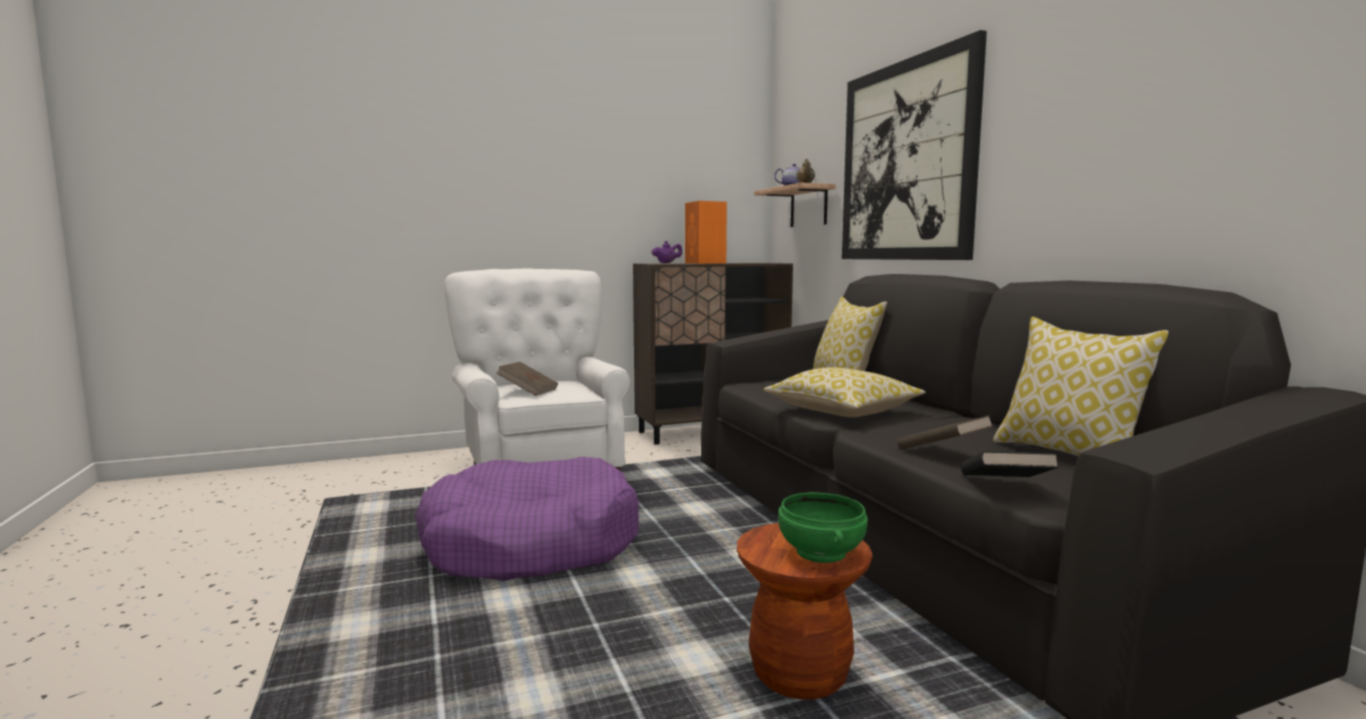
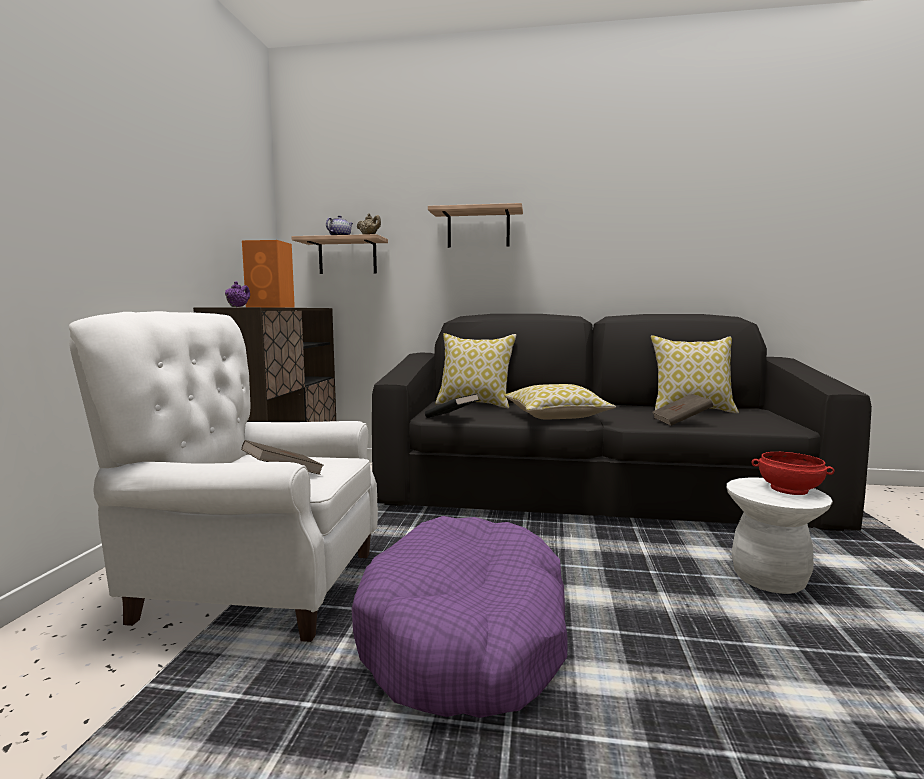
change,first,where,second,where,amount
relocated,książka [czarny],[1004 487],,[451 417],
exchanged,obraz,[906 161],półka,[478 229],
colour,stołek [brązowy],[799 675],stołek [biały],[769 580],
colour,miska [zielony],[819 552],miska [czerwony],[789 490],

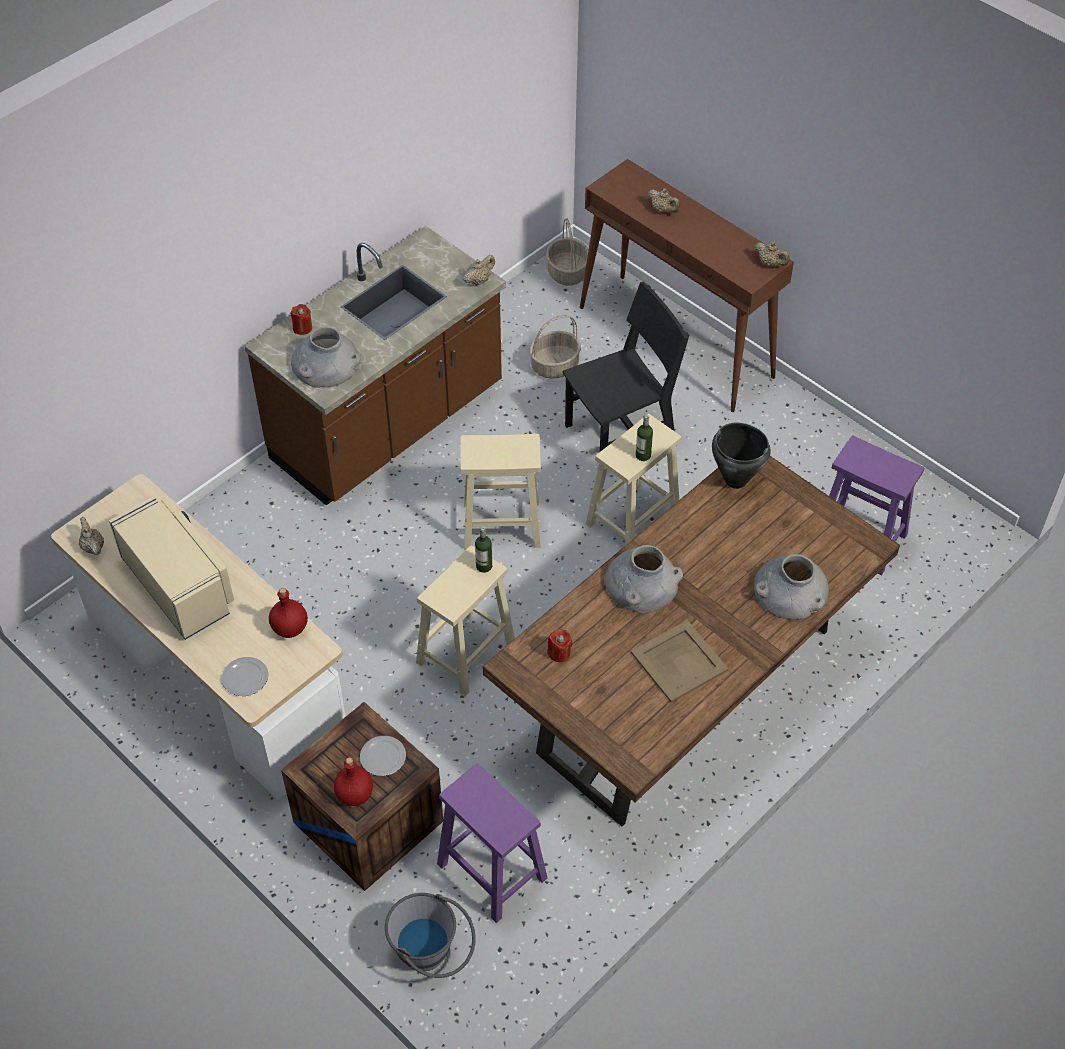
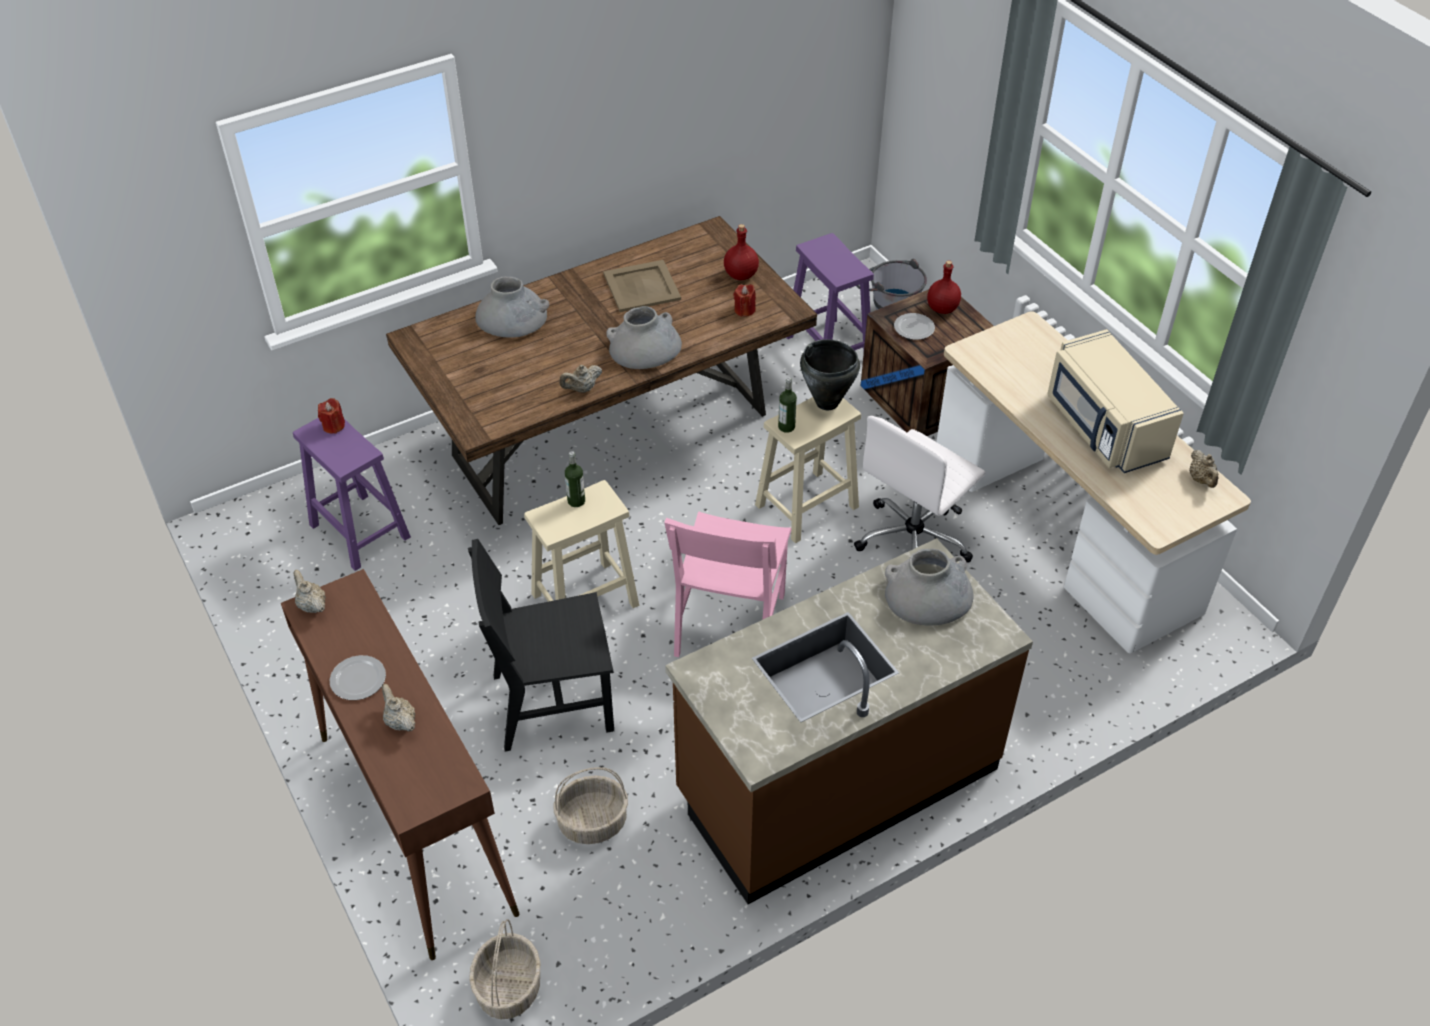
change,first,where,second,where,amount
relocated,świeca [czerwony],[302 328],,[333 426],
relocated,talerz,[246 678],,[358 678],
relocated,imbryk [beżowy],[479 280],,[582 389],
exchanged,stołek [beżowy],[503 524],krzesło [różowy],[730 624],
relocated,butelka [czerwony],[290 629],,[740 274],
relocated,garnek [czarny],[735 479],,[827 403],
appeared,,,krzesło biurowe [biały],[913 541],

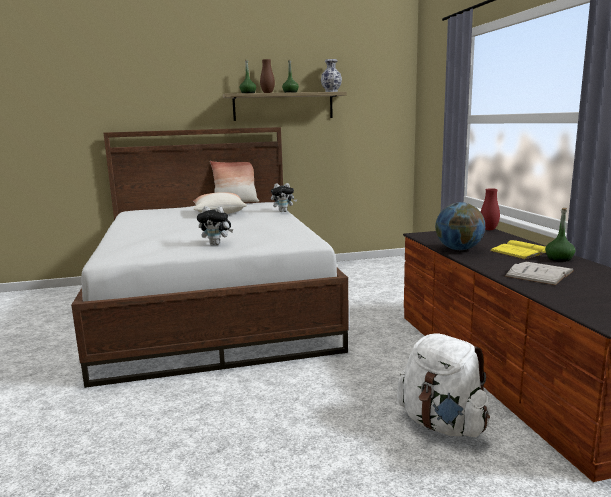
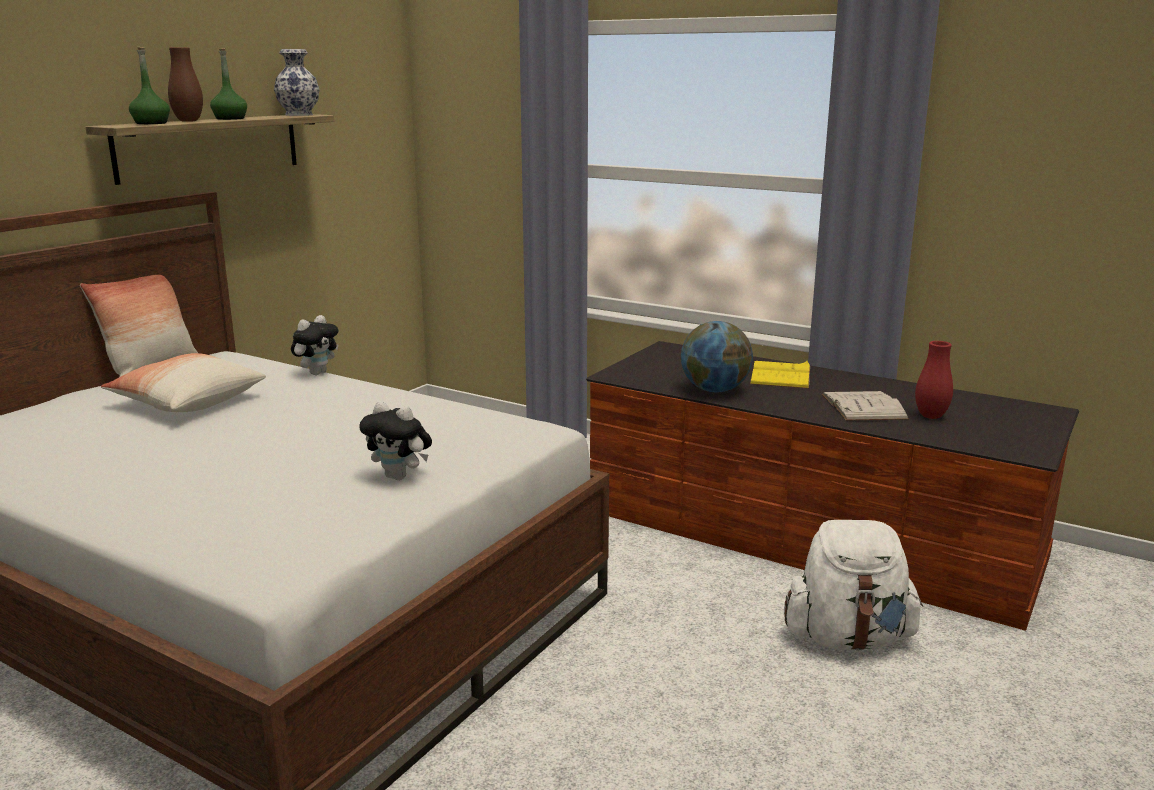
change,first,where,second,where,amount
spun,pluszak,[216 244],,[400 477],60 degrees clockwise
relocated,wazon [czerwony],[489 229],,[930 416],
missing,butelka [zielony],[559 259],,,

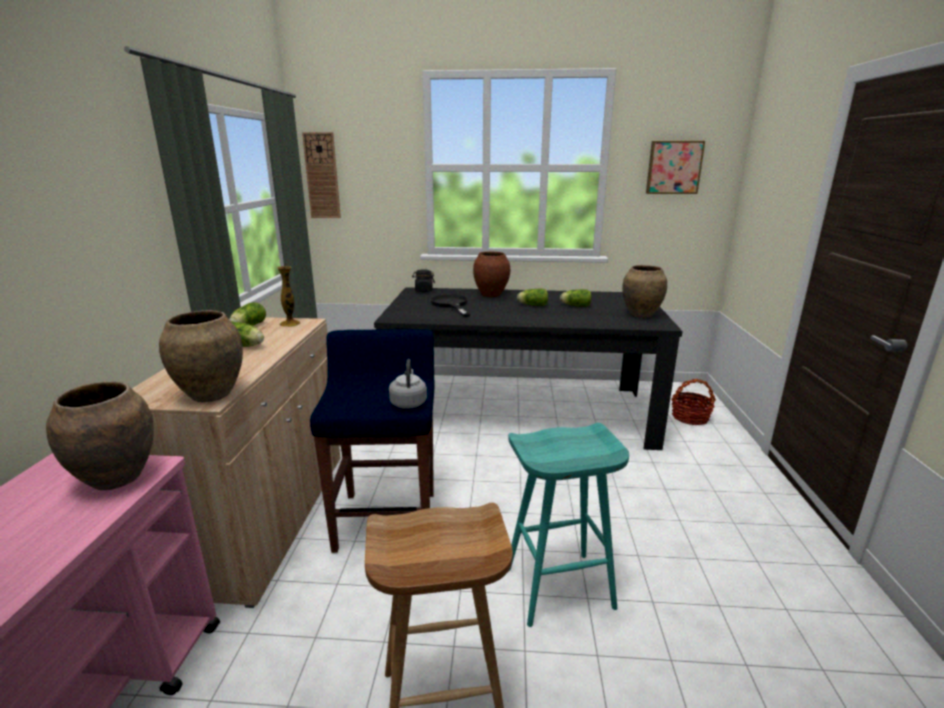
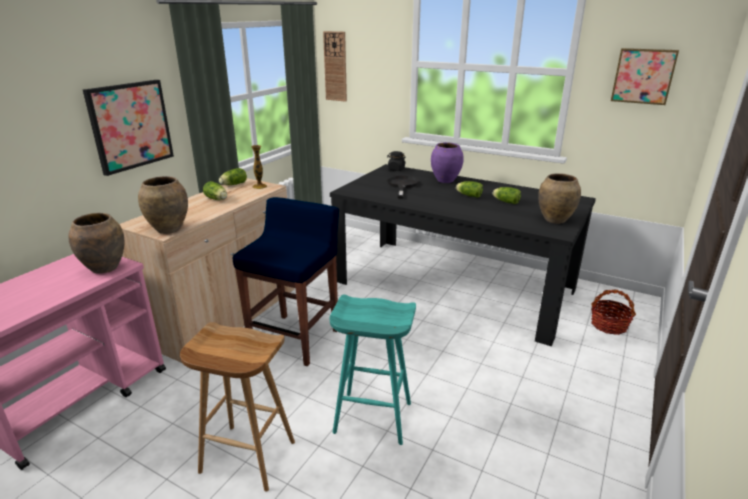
change,first,where,second,where,amount
appeared,,,obraz,[130 125],
colour,wazon [brązowy],[491 295],wazon [fioletowy],[445 180],
missing,czajnik [szary],[408 402],,,

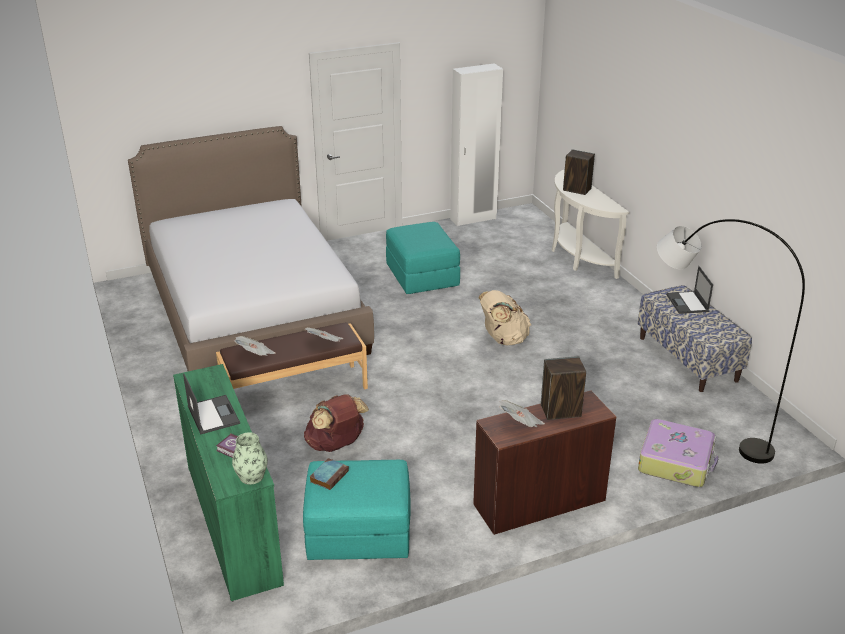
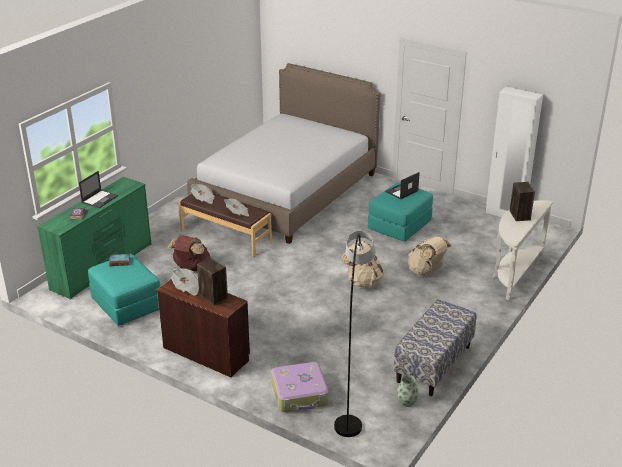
change,first,where,second,where,amount
relocated,laptop,[687 303],,[401 191],
relocated,wazon,[251 476],,[406 402],
appeared,,,plecak [beżowy],[426 271],

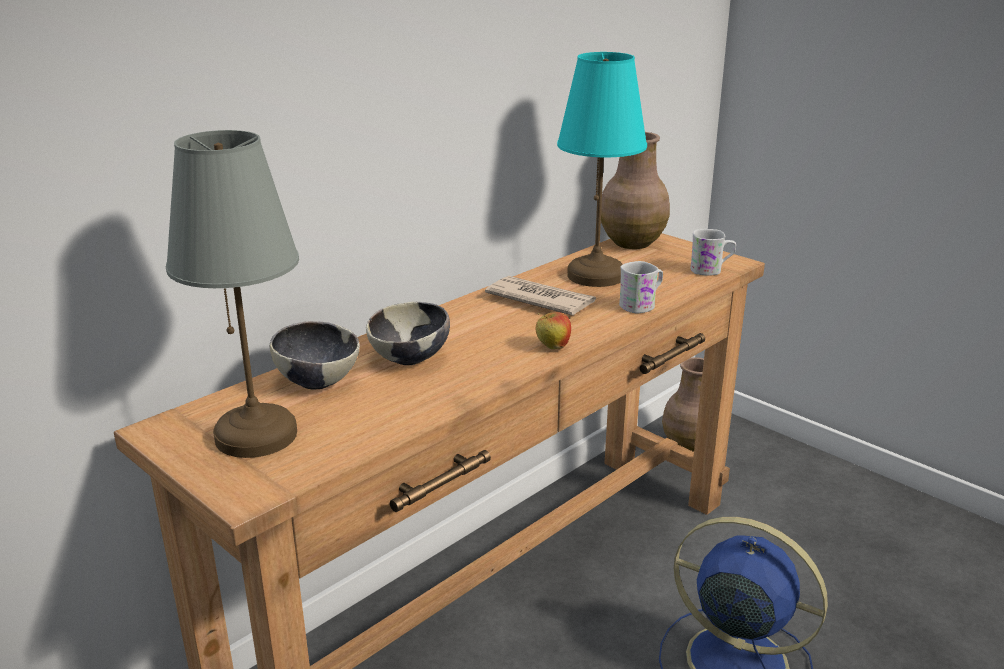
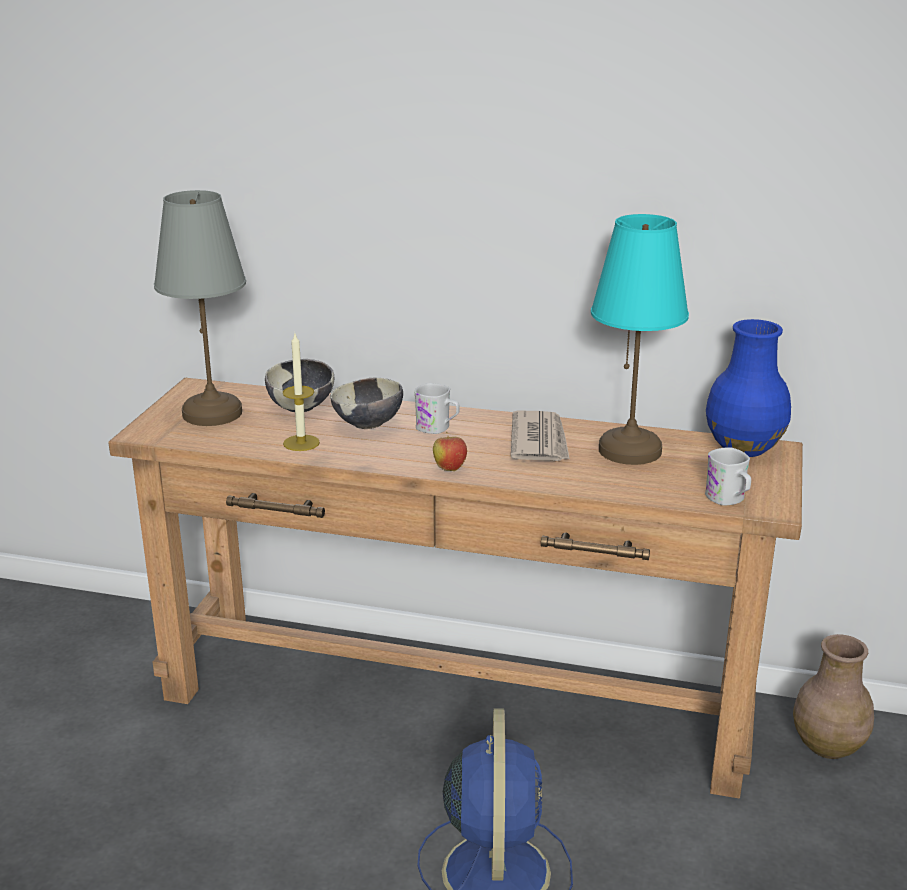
change,first,where,second,where,amount
appeared,,,świeca,[301 443],
relocated,kubek [biały],[641 305],,[438 428],
colour,wazon [brązowy],[632 242],wazon [niebieski],[744 447],

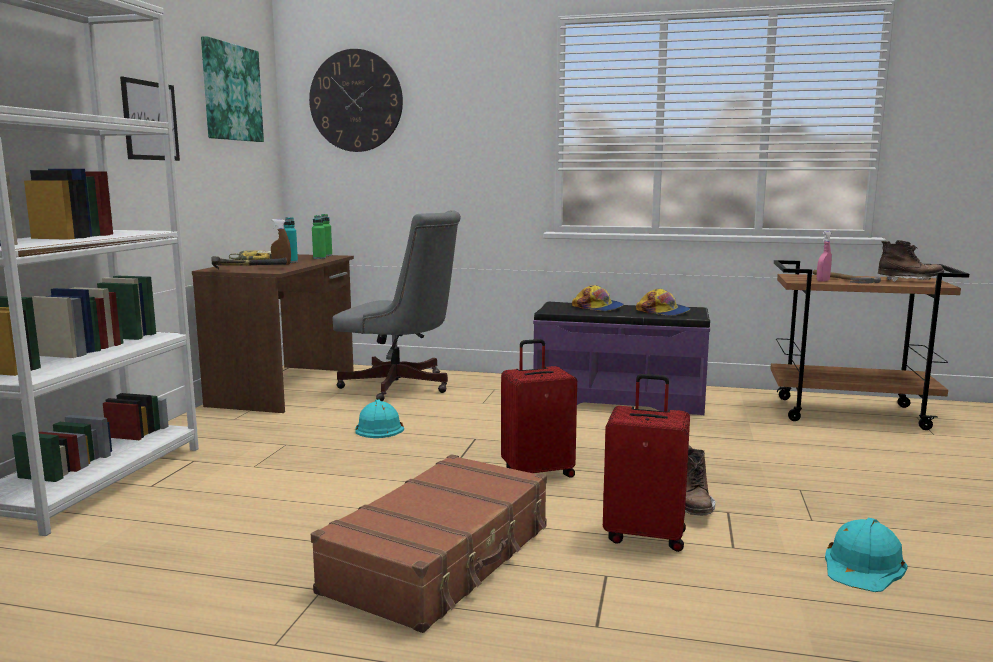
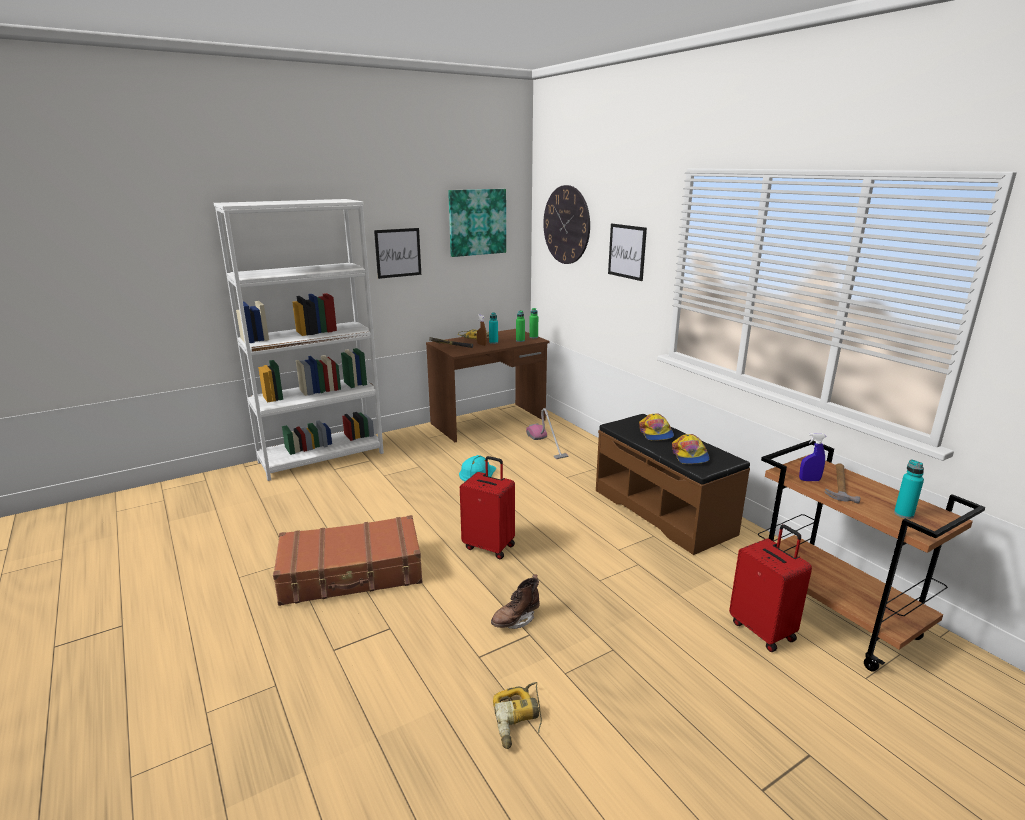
change,first,where,second,where,amount
exchanged,kask [turkusowy],[863 565],wiertarka,[519 720],
exchanged,krzesło biurowe [szary],[402 387],odkurzacz,[546 445],
colour,ławka [fioletowy],[619 398],ławka [brązowy],[663 511],
appeared,,,obraz,[627 251],
relocated,walizka [czerwony],[645 535],,[763 630],
colour,spryskiwacz [różowy],[823 281],spryskiwacz [niebieski],[809 480],
exchanged,but z cholewką [brązowy],[909 281],butelka [turkusowy],[903 514],

